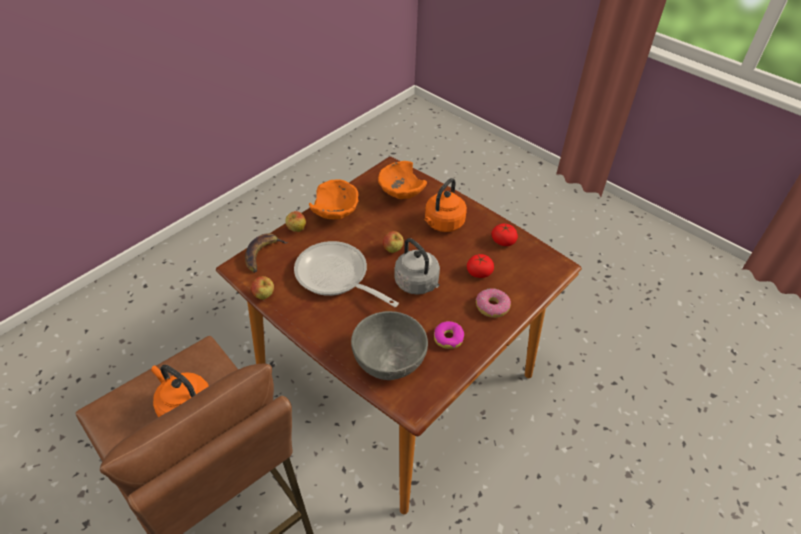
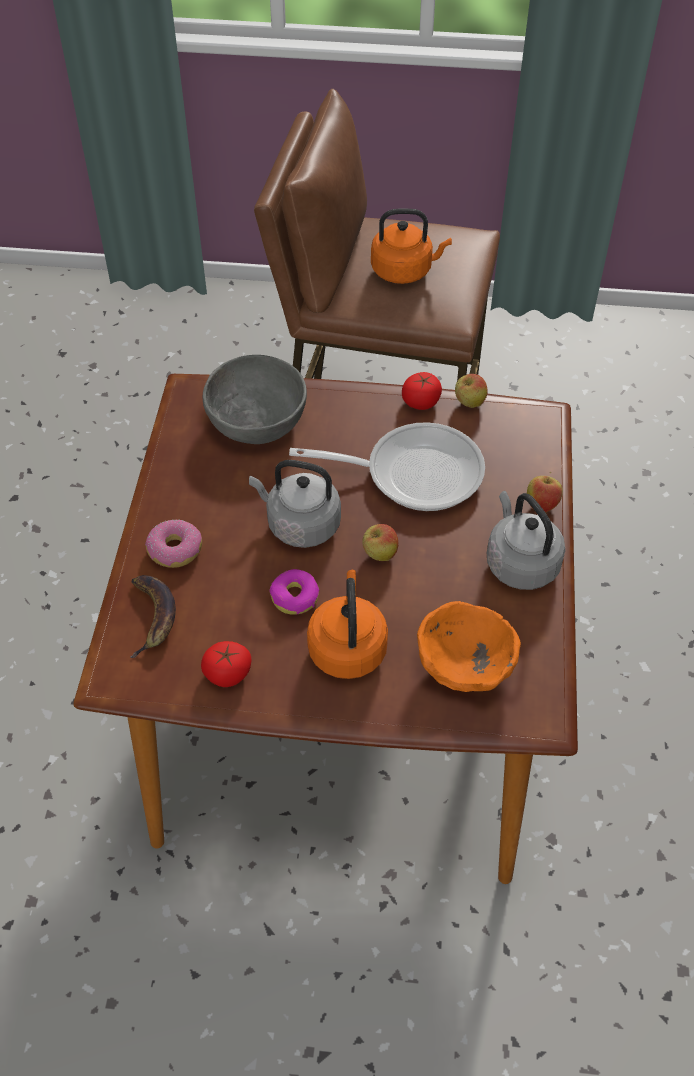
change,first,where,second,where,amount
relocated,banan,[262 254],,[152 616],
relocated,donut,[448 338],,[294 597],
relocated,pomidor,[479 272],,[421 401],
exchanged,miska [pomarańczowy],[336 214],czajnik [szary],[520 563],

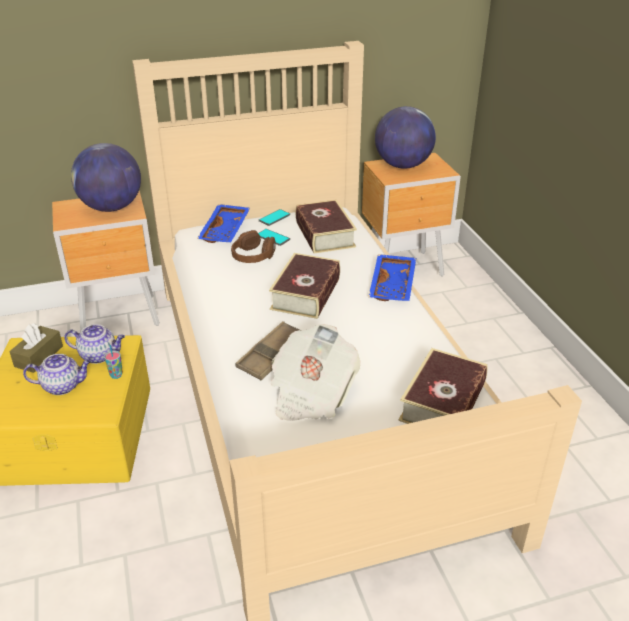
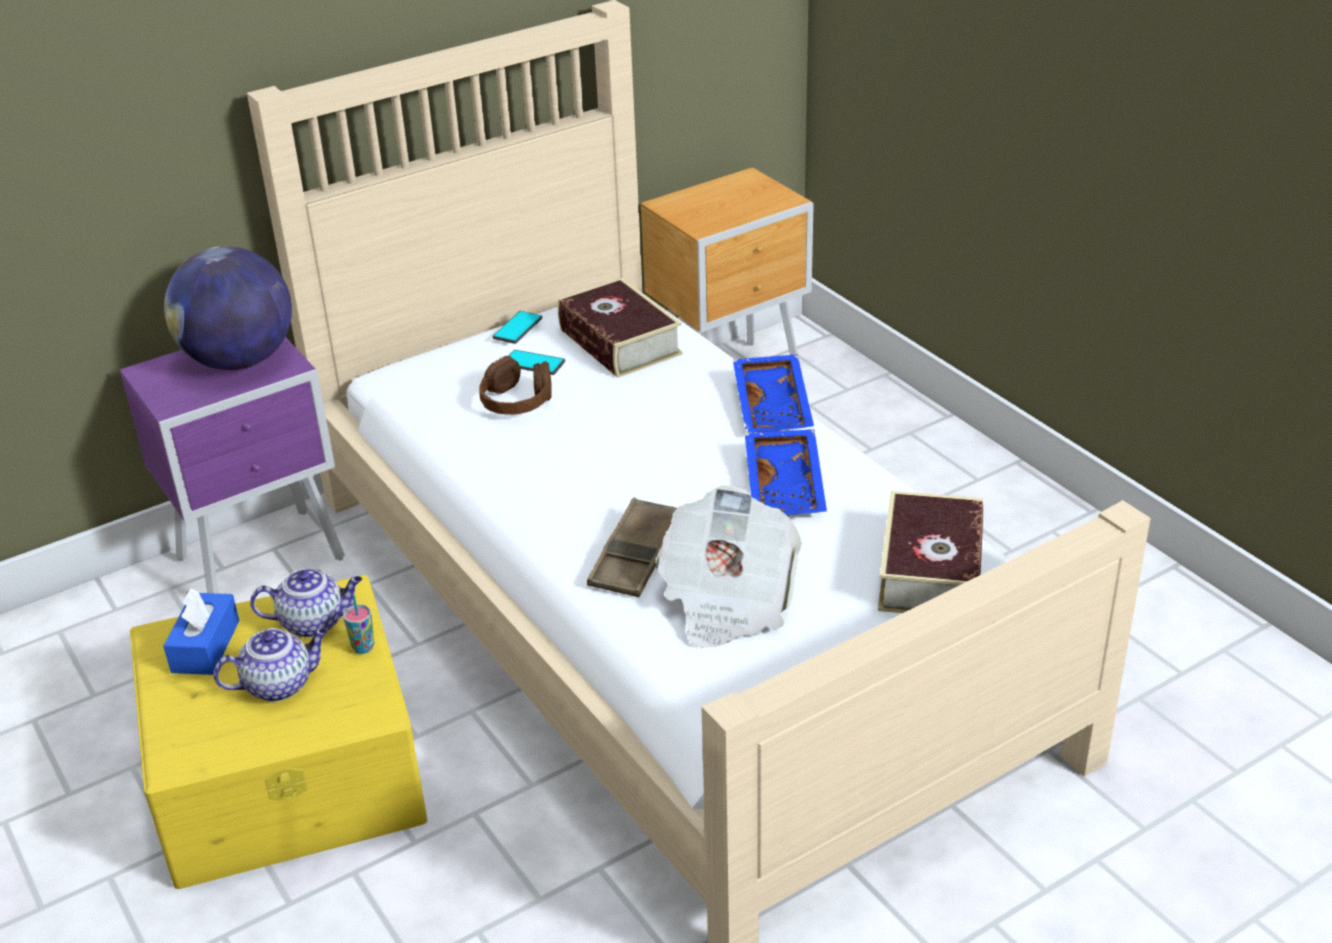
change,first,where,second,where,amount
colour,szafka nocna [brązowy],[121 317],szafka nocna [fioletowy],[265 559],
colour,pudełko chusteczek [brązowy],[39 356],pudełko chusteczek [niebieski],[205 646],
relocated,taca [niebieski],[226 231],,[787 486],
missing,książka,[306 294],,,
missing,globus,[402 165],,,

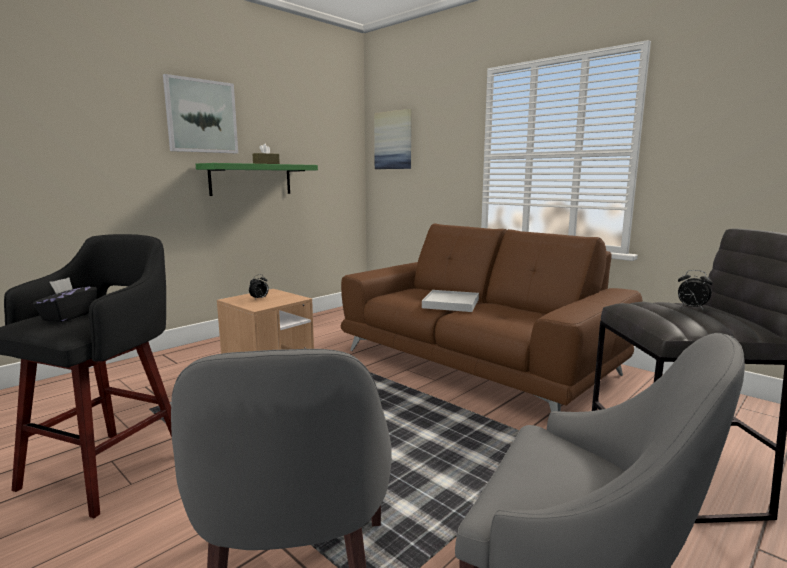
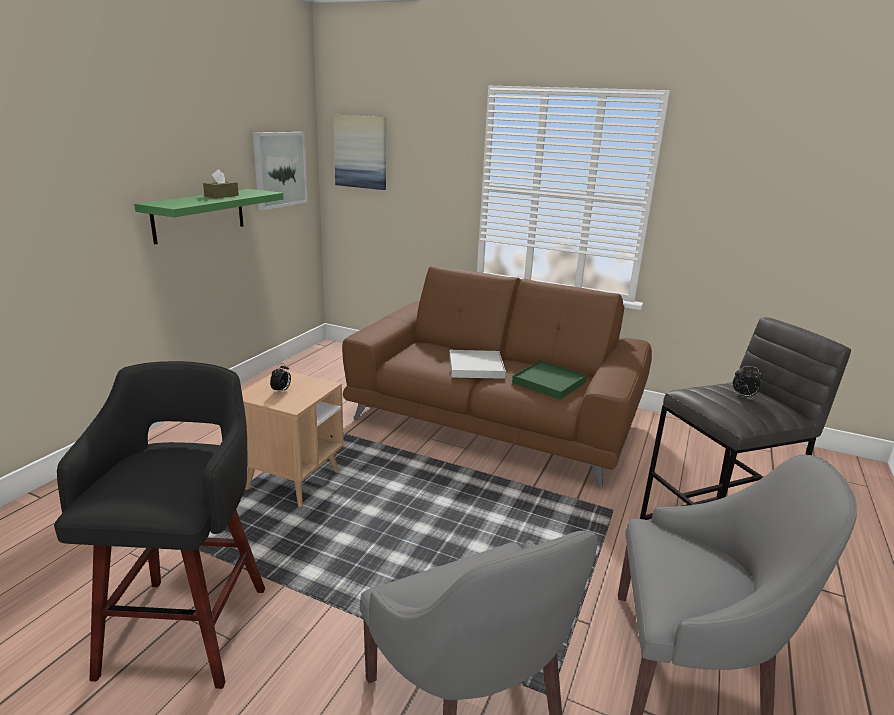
change,first,where,second,where,amount
relocated,obraz,[201 116],,[279 169],
appeared,,,taca [zielony],[549 382],
missing,pudełko chusteczek [czarny],[68 316],,,

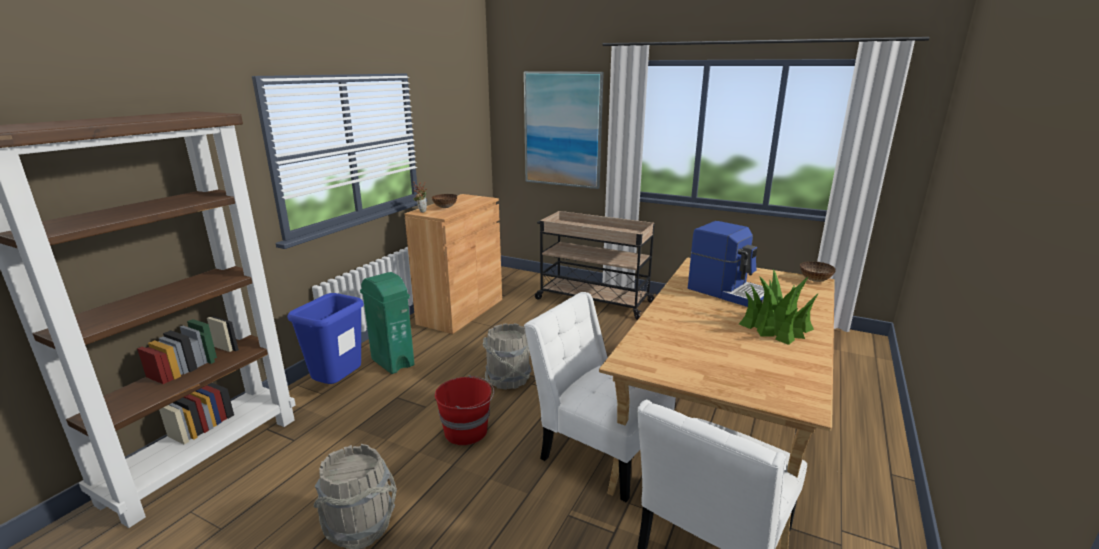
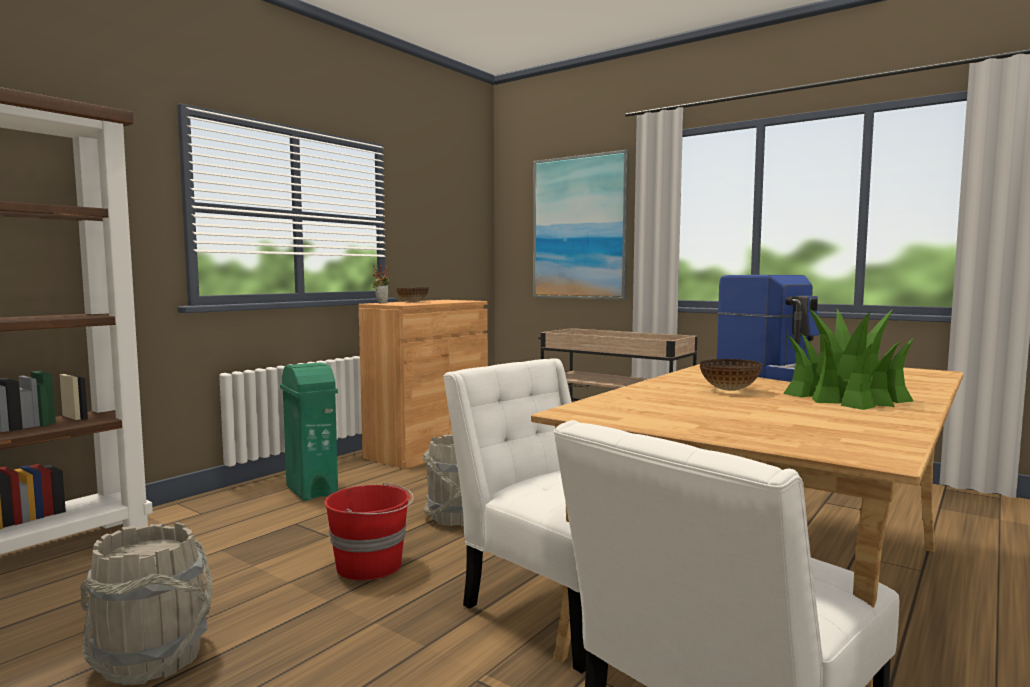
change,first,where,second,where,amount
relocated,miska,[814 280],,[728 390],
missing,kosz na śmieci [niebieski],[339 385],,,

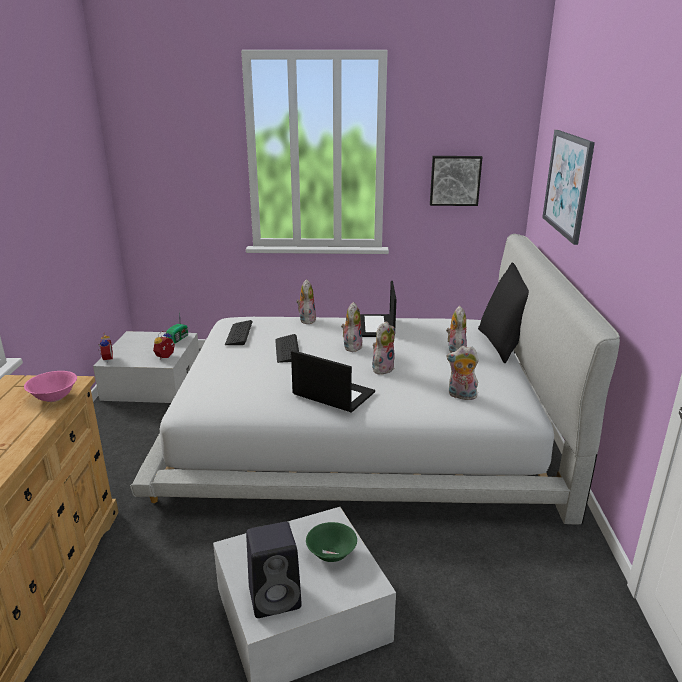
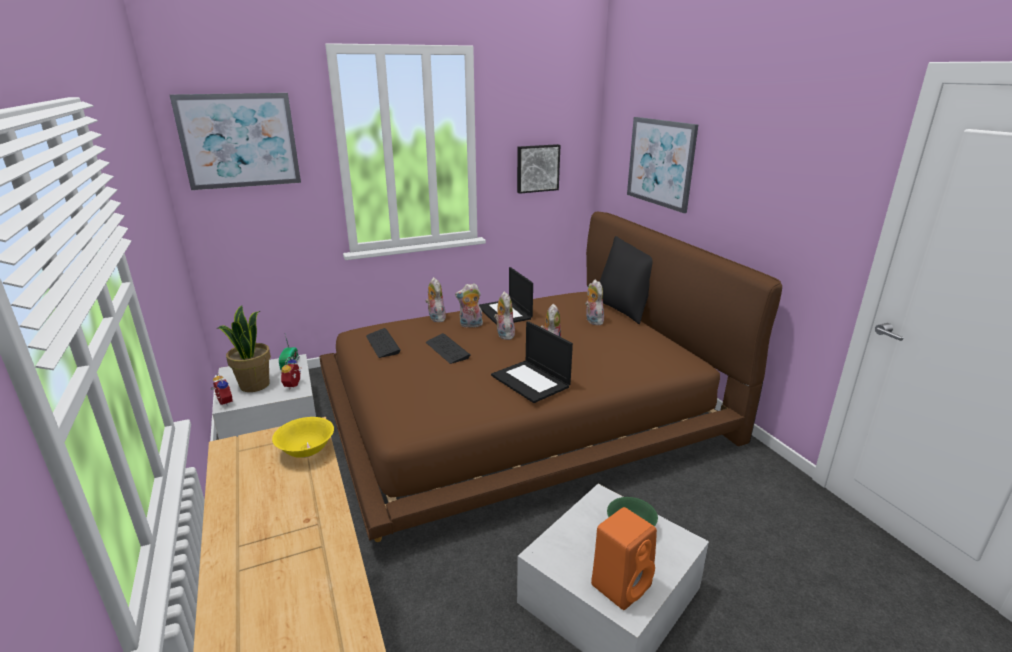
change,first,where,second,where,amount
appeared,,,obraz,[239 141],
appeared,,,roślina doniczkowa,[254 385],
colour,miska [różowy],[54 397],miska [żółty],[306 451],
colour,łóżko [biały],[362 427],łóżko [brązowy],[521 410],
relocated,pluszak,[461 396],,[470 325],
spun,laptop,[332 394],,[531 381],135 degrees counterclockwise
colour,głośnik [czarny],[276 597],głośnik [pomarańczowy],[621 584],

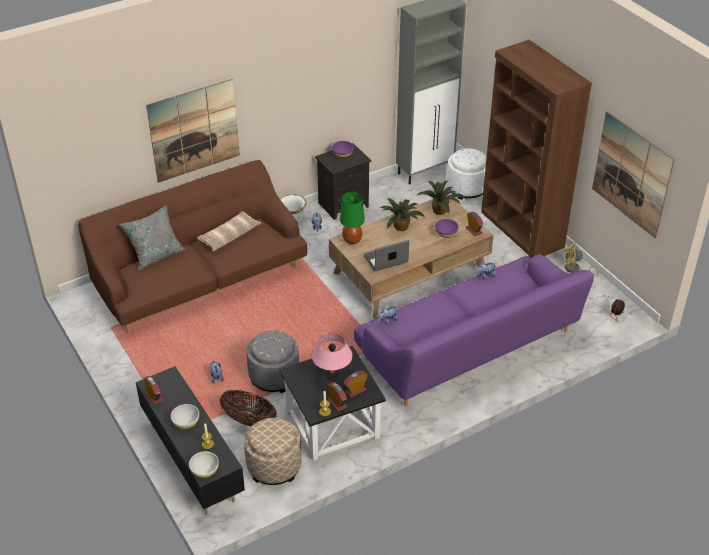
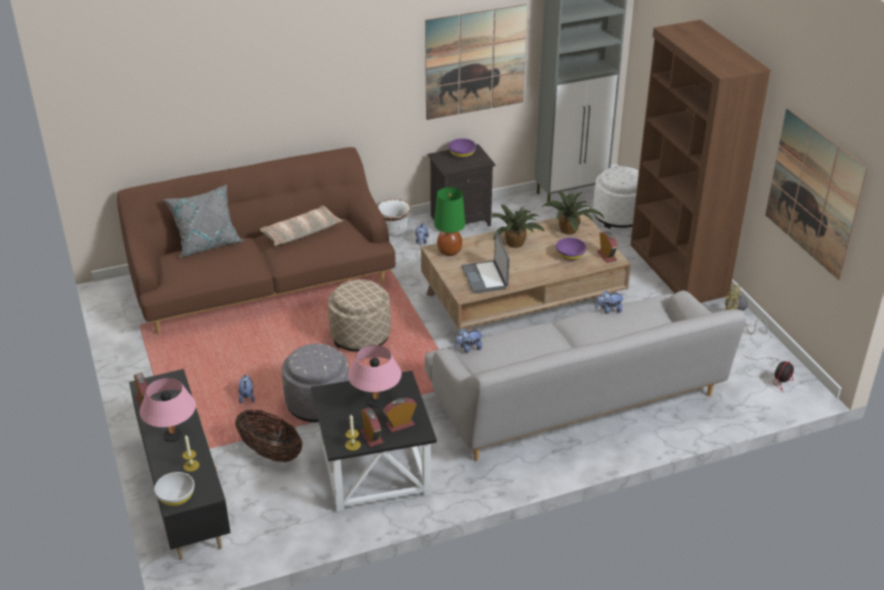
change,first,where,second,where,amount
exchanged,miska [biały],[186 422],lampa stołowa [różowy],[173 436],
relocated,pufa [beżowy],[274 466],,[360 336],
relocated,obraz,[194 130],,[475 62],
colour,kanapa [fioletowy],[469 347],kanapa [szary],[577 399],
spun,laptop,[386 260],,[485 278],90 degrees counterclockwise

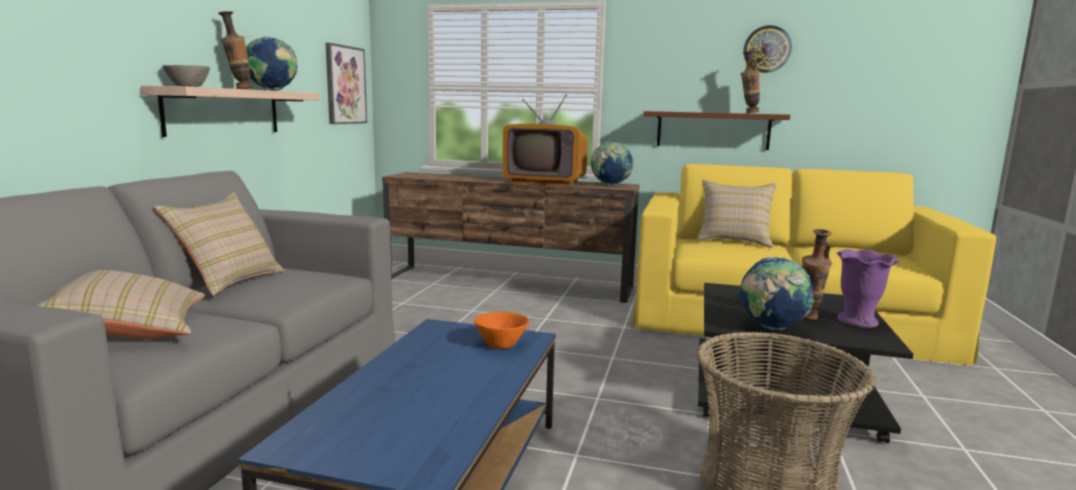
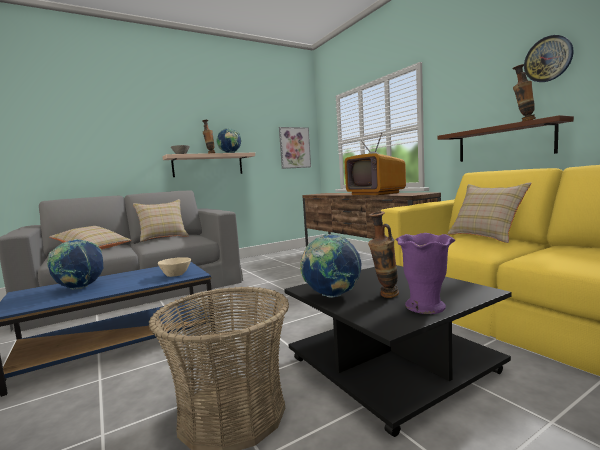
change,first,where,second,where,amount
relocated,globus,[610 185],,[80 288],
colour,miska [pomarańczowy],[503 344],miska [beżowy],[176 275],

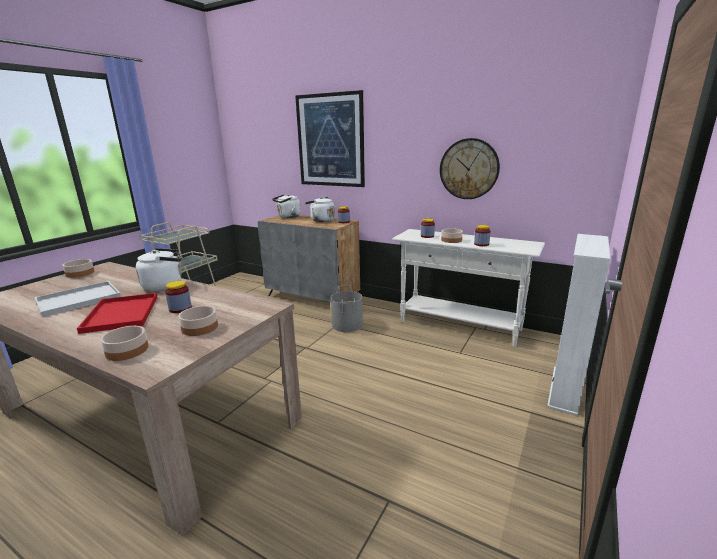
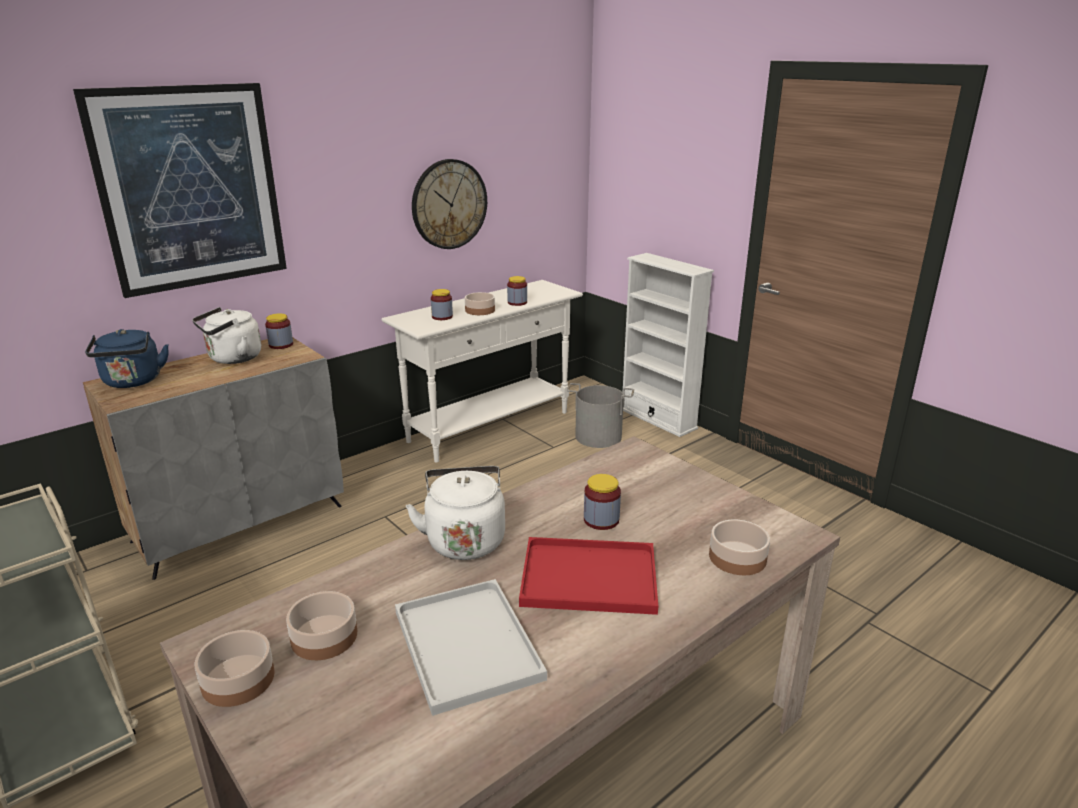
change,first,where,second,where,amount
colour,czajnik [biały],[288 217],czajnik [niebieski],[133 382],
relocated,miska,[200 327],,[324 636],
relocated,wiadro [szary],[347 325],,[598 437],

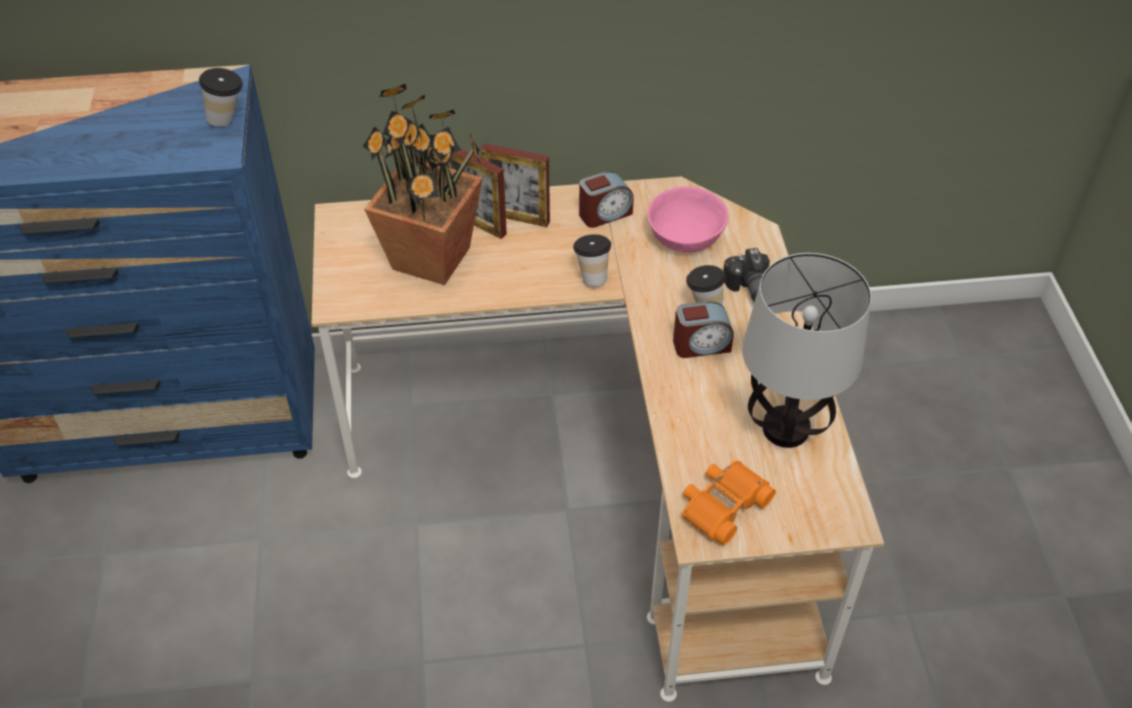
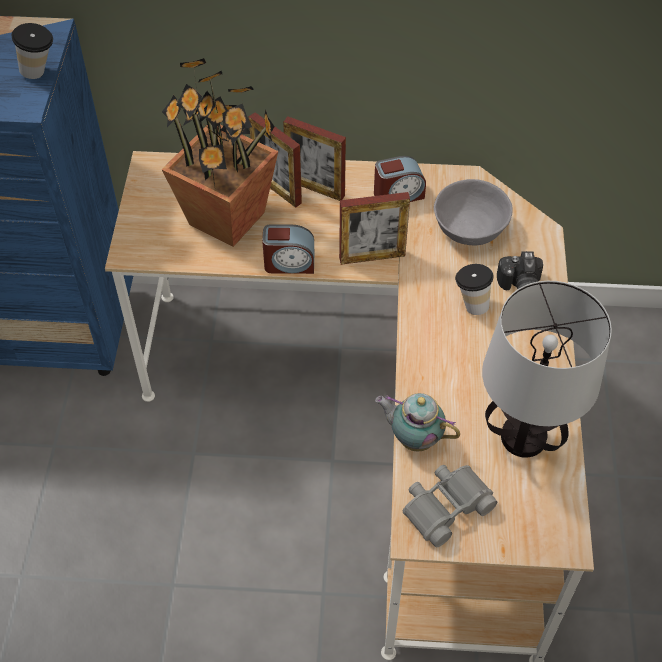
change,first,where,second,where,amount
relocated,budzik,[701 345],,[289 263],
exchanged,filiżanka,[592 277],ramka na zdjęcie,[372 257],
appeared,,,imbryk,[414 438],
colour,lornetka [pomarańczowy],[723 506],lornetka [szary],[445 506],
colour,miska [różowy],[685 238],miska [szary],[470 229],

